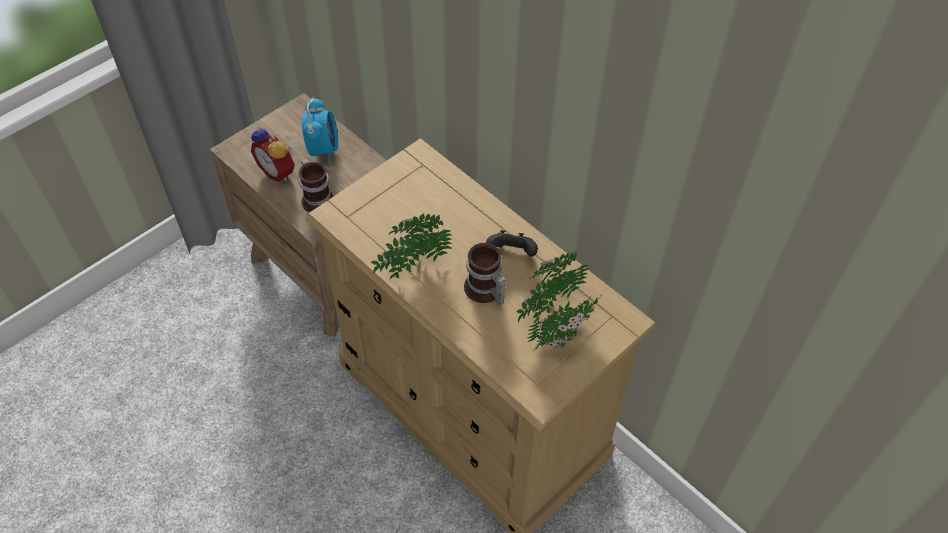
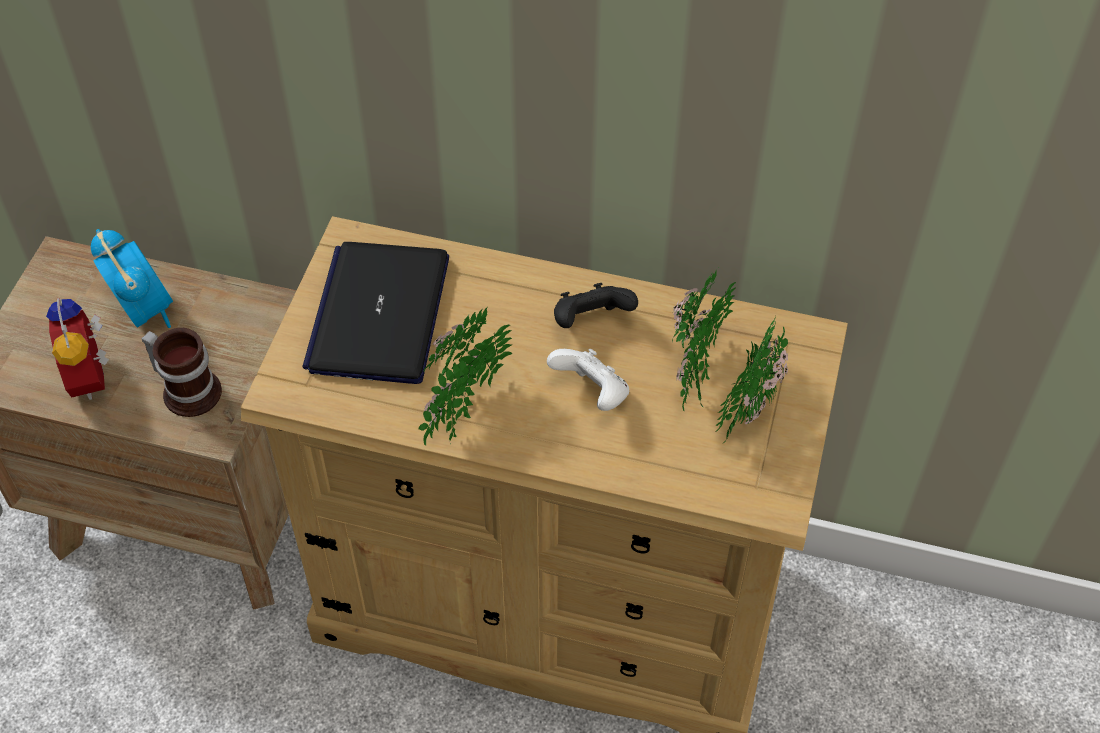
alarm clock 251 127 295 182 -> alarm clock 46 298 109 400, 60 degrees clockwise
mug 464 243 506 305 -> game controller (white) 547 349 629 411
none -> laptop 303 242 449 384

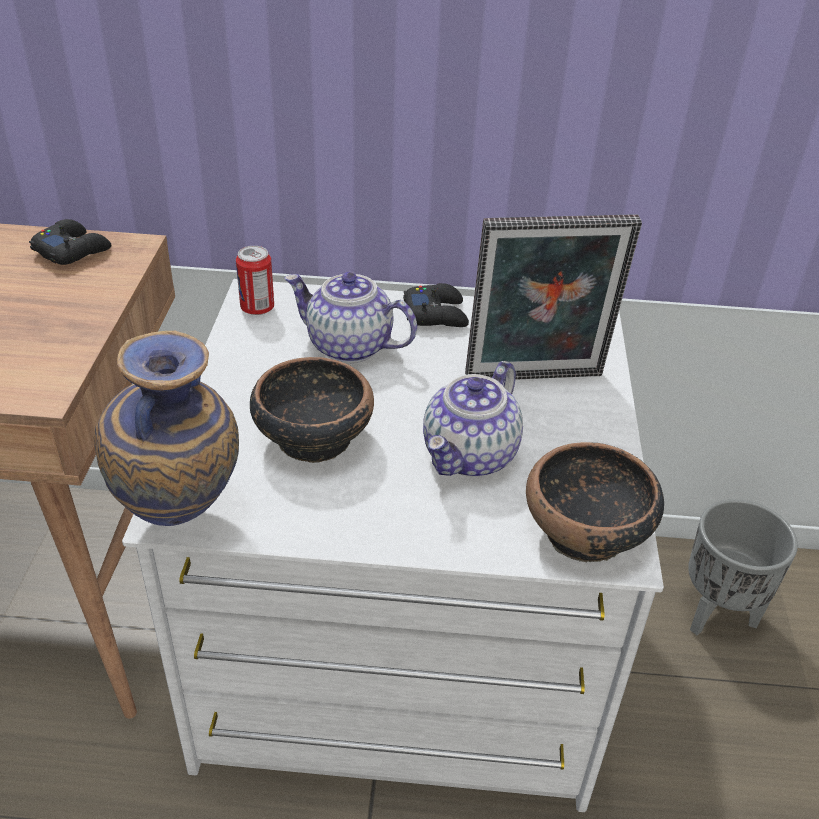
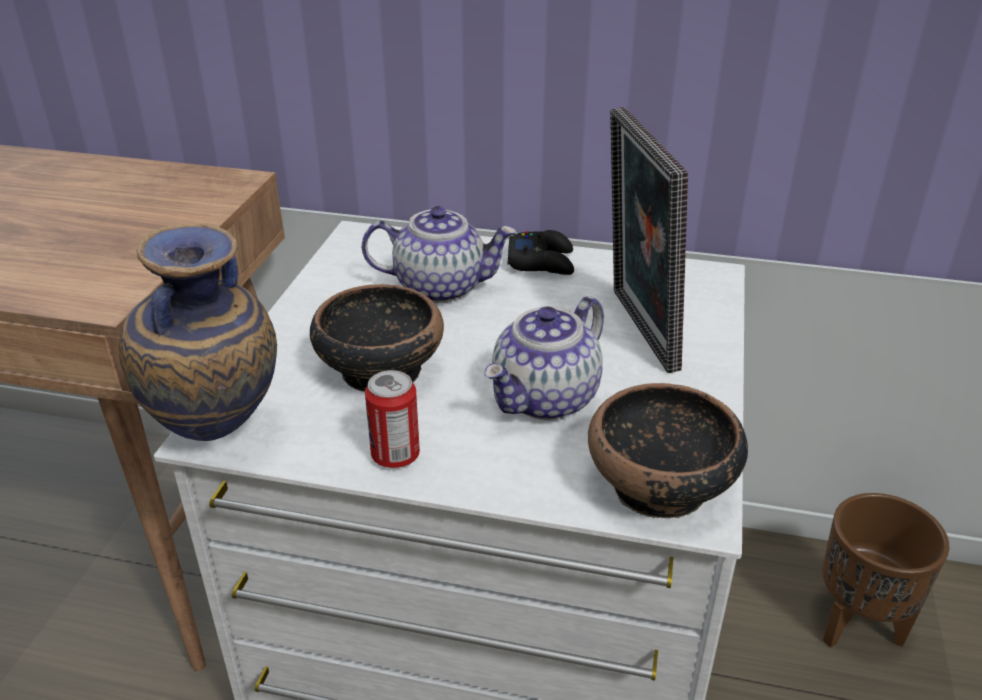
game controller (black) 29 219 111 265 -> none
can 236 246 274 315 -> can 365 370 420 468, move
teapot 284 272 417 363 -> teapot 362 206 516 303, 150 degrees clockwise
picture frame 465 215 642 380 -> picture frame 610 107 688 373, 75 degrees clockwise
planter (grey) 688 499 798 635 -> planter (brown) 822 493 949 648

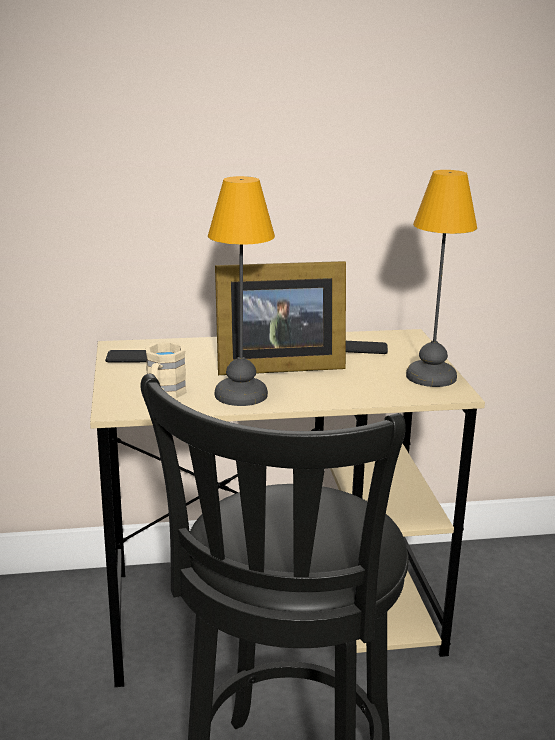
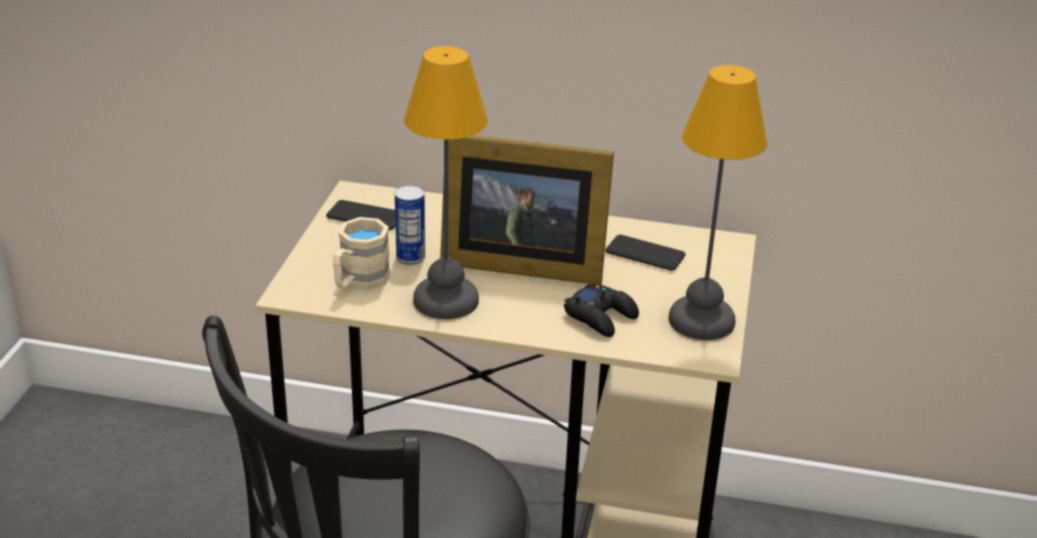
none -> can 395 185 425 265
none -> game controller (black) 564 284 639 337

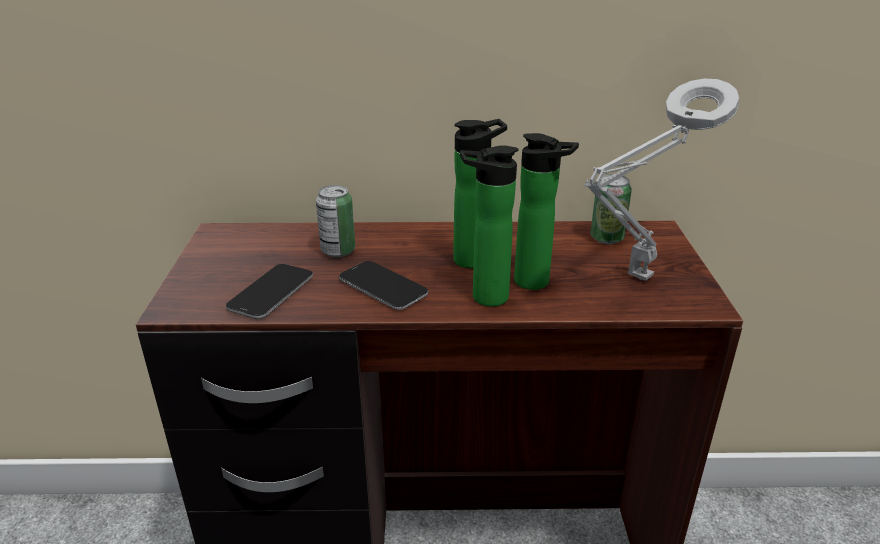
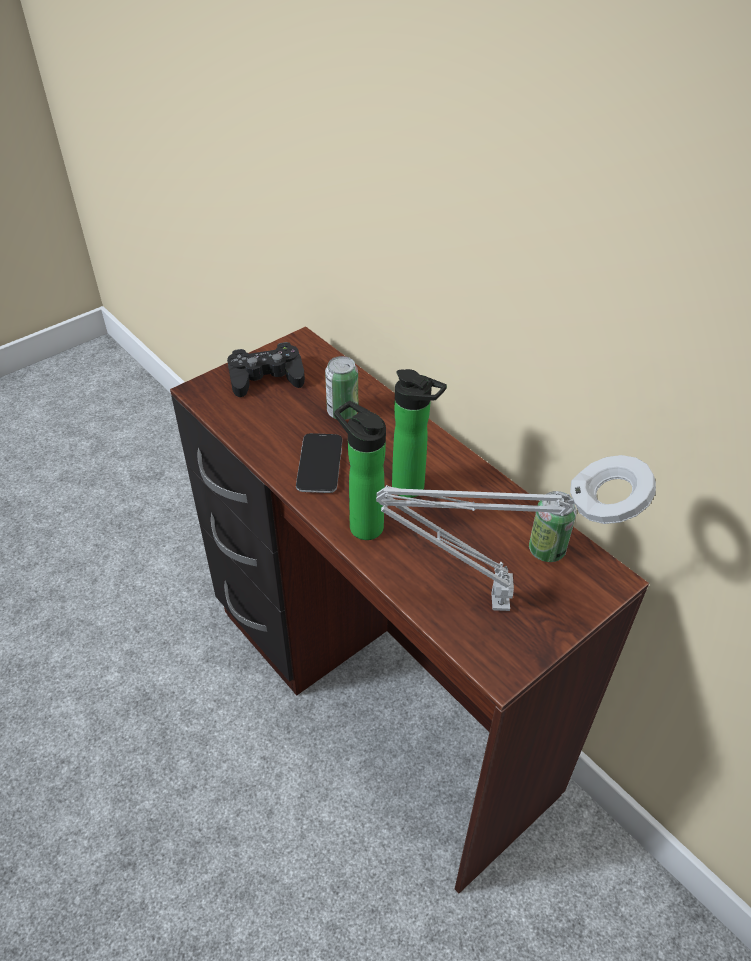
phone 226 264 313 319 -> none
bottle 514 133 579 290 -> none
none -> game controller (black) 227 342 305 397

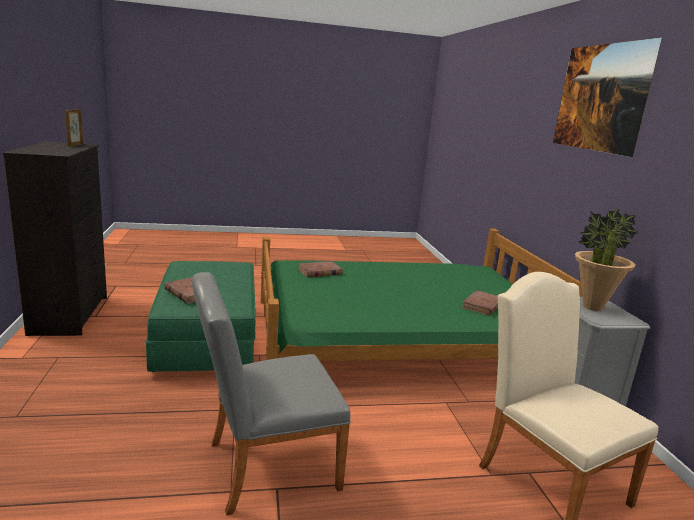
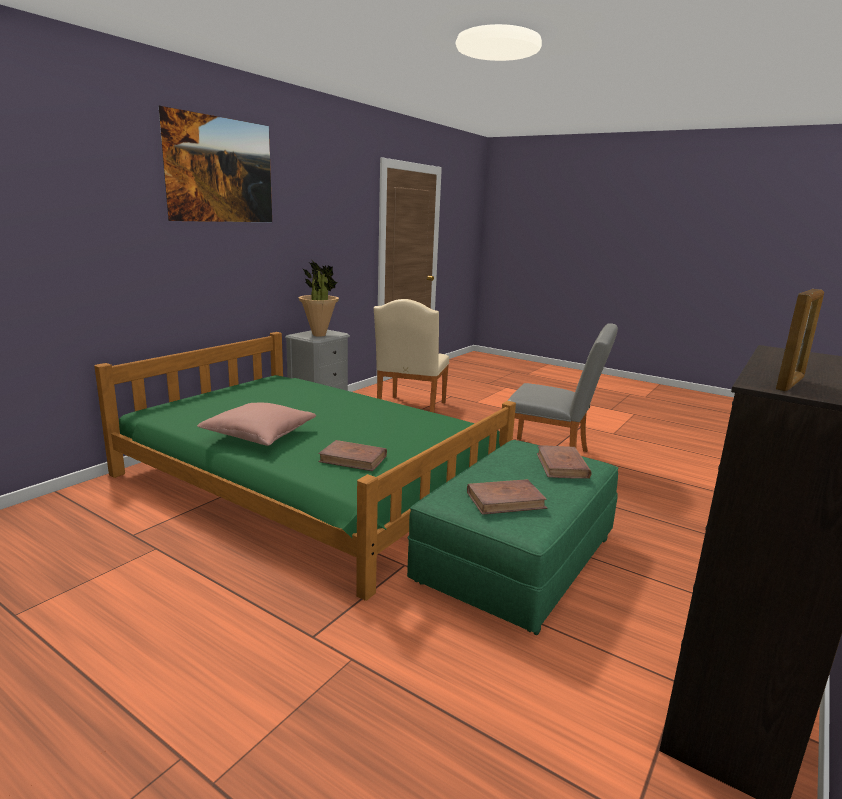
book (brown) 461 290 498 316 -> book (brown) 467 479 547 515, move
none -> pillow (pink) 197 402 316 446

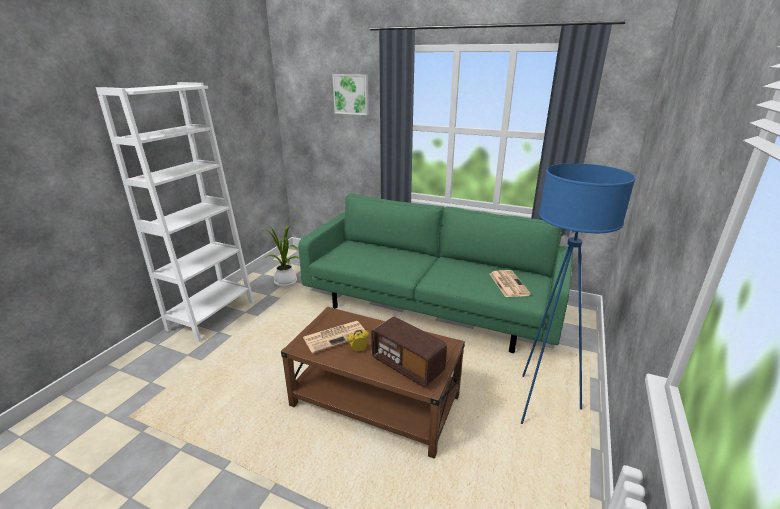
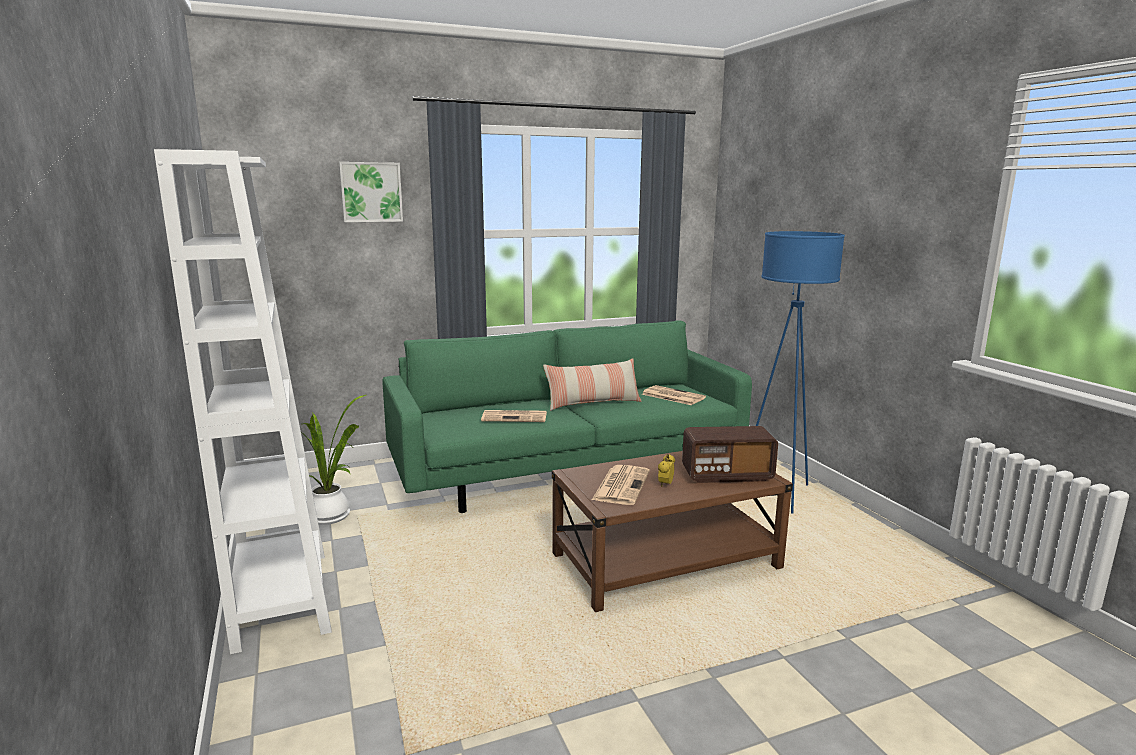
none -> newspaper 481 410 547 422
none -> pillow 543 358 642 411

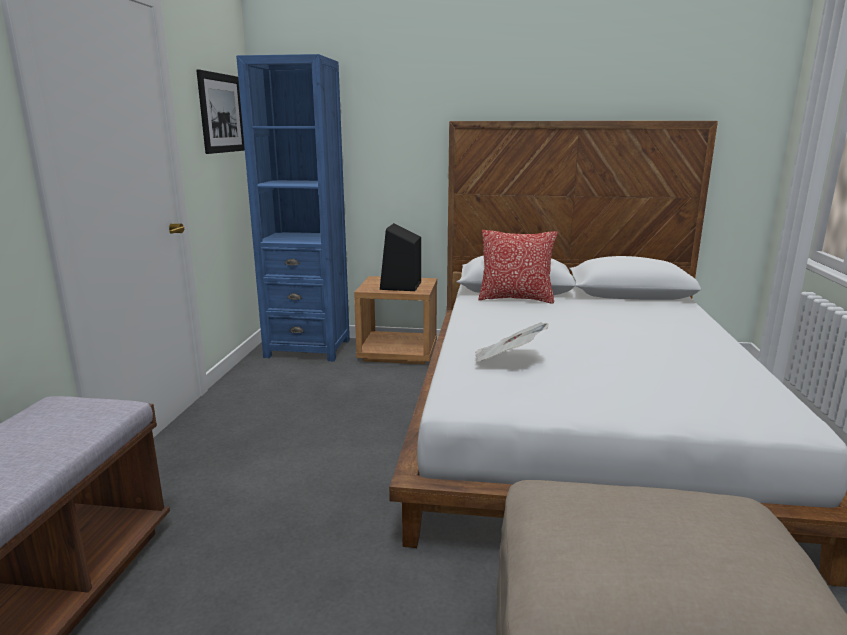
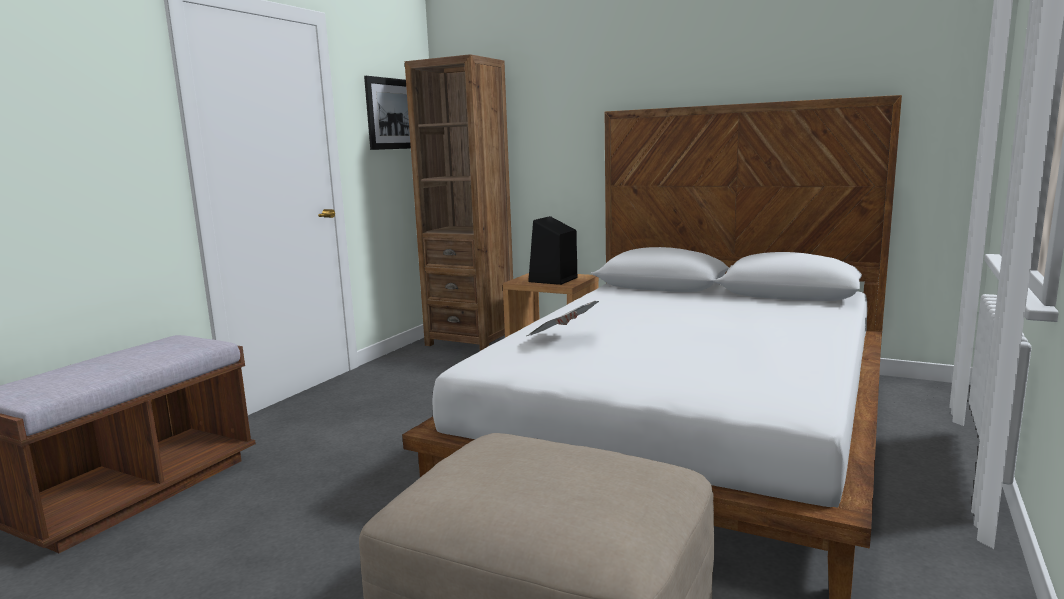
bookcase (blue) 236 54 350 361 -> bookcase (brown) 405 54 513 351
pillow 478 230 557 304 -> none

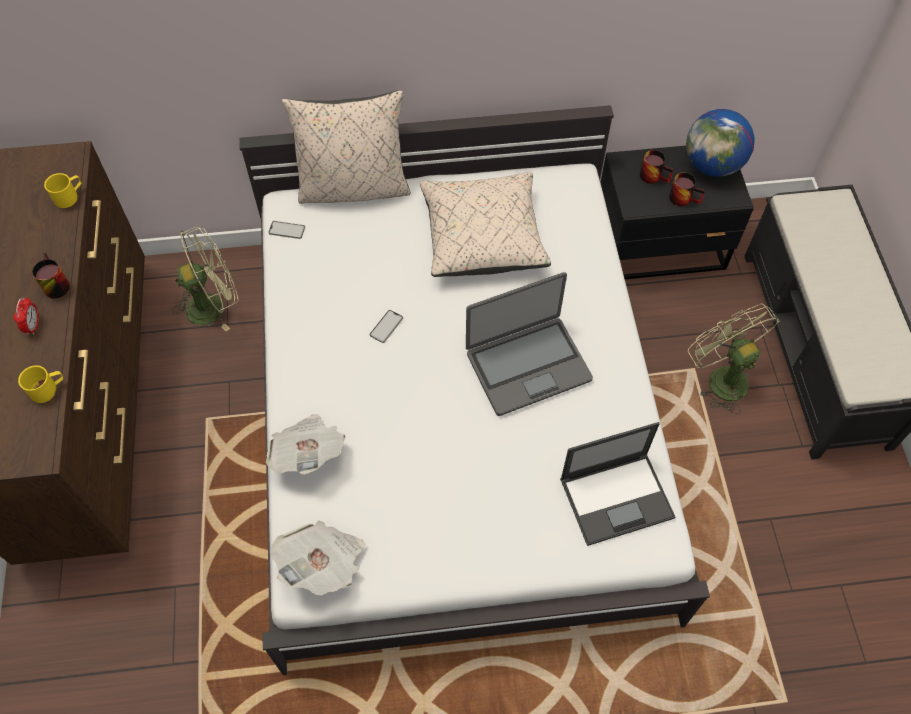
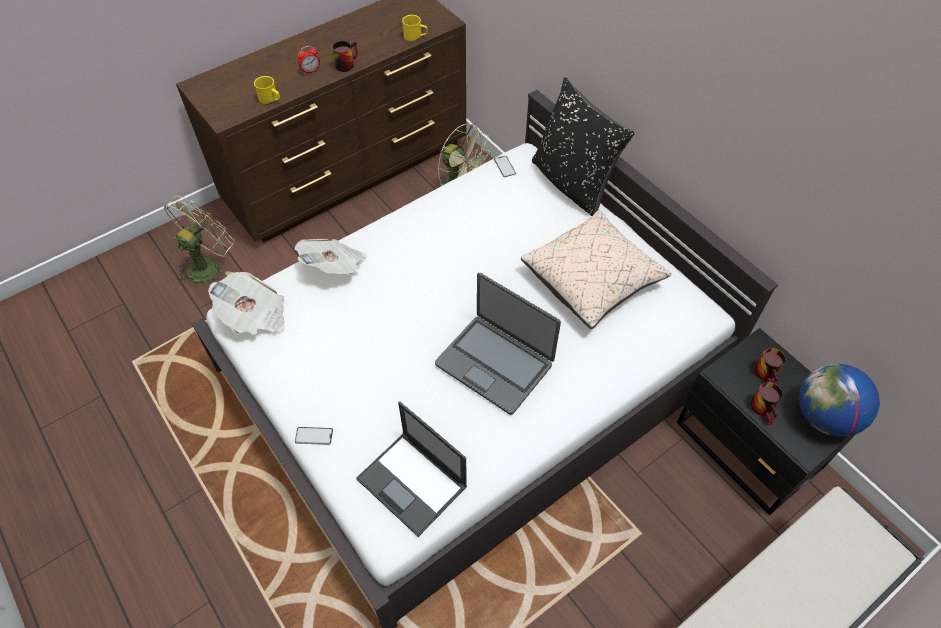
pillow (beige) 282 90 410 204 -> pillow (black) 532 77 634 216
phone 369 310 403 343 -> phone 295 427 333 445, move
fan (green) 688 304 779 414 -> fan (green) 164 196 234 285, move

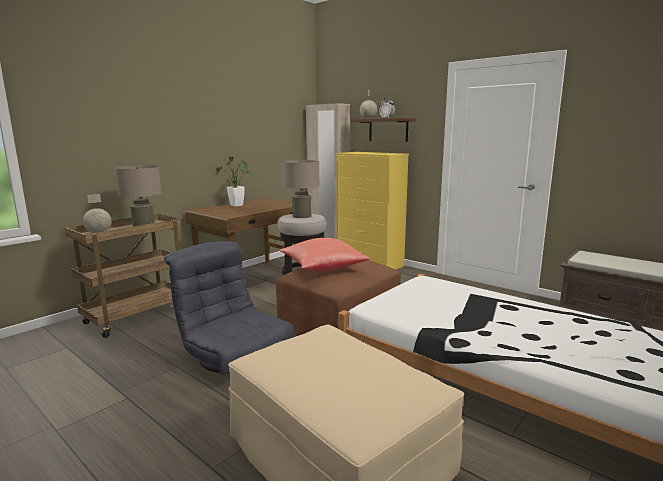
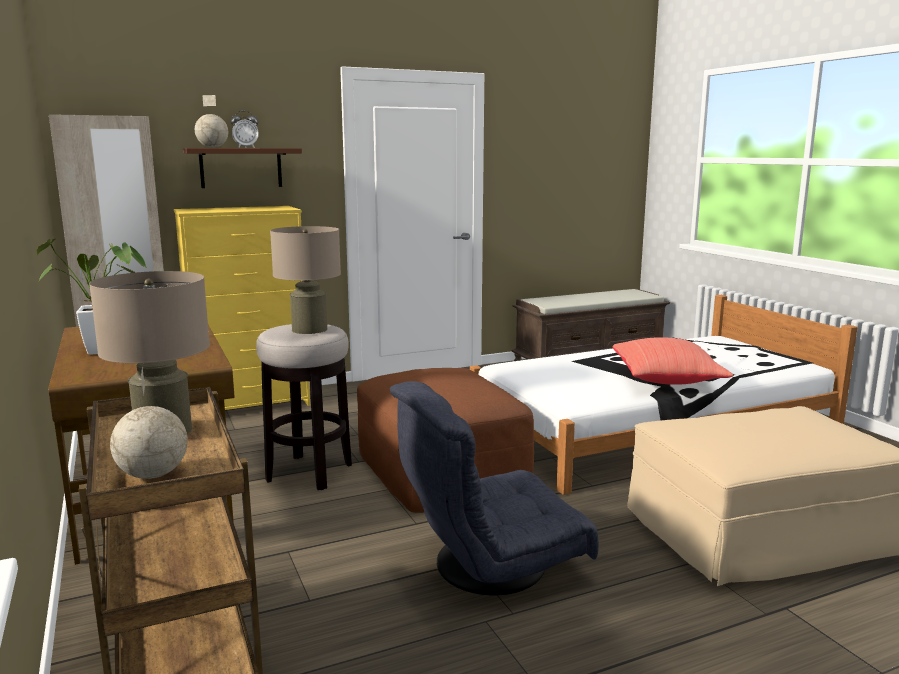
pillow (red) 280 238 370 271 -> pillow (red) 613 337 733 385, move

